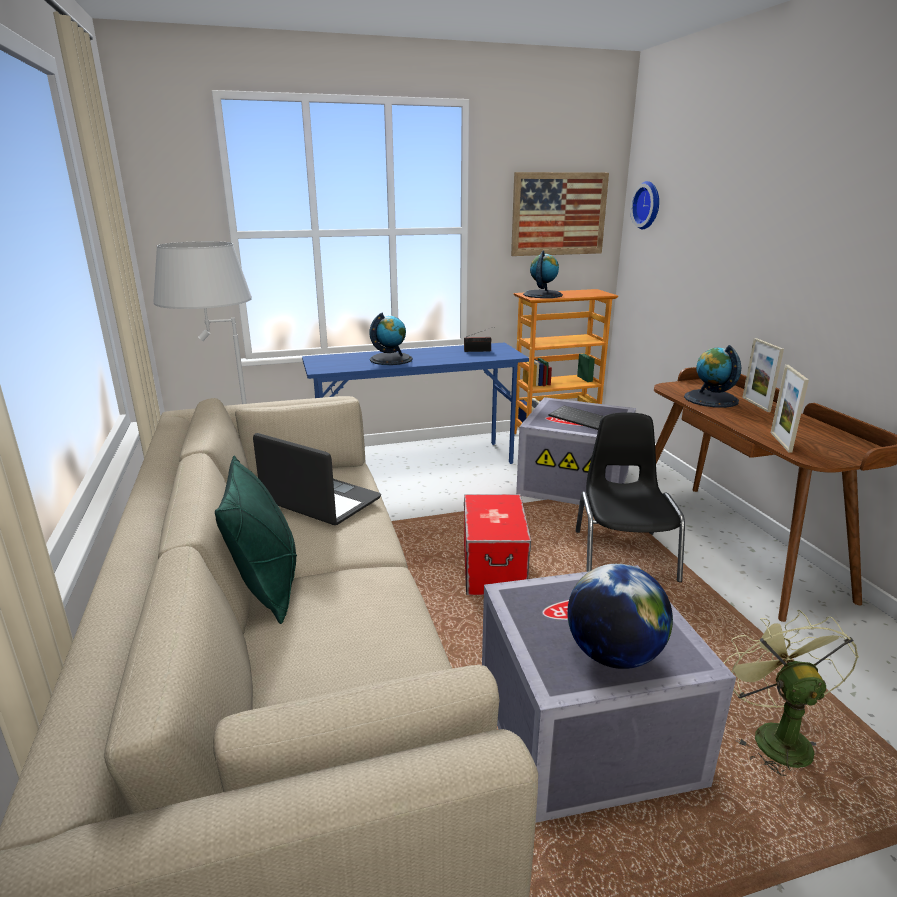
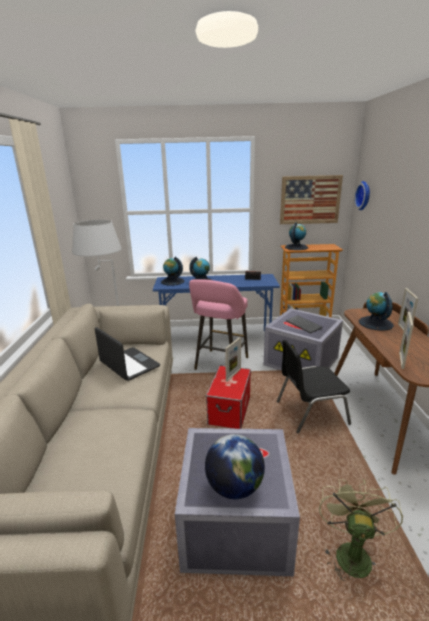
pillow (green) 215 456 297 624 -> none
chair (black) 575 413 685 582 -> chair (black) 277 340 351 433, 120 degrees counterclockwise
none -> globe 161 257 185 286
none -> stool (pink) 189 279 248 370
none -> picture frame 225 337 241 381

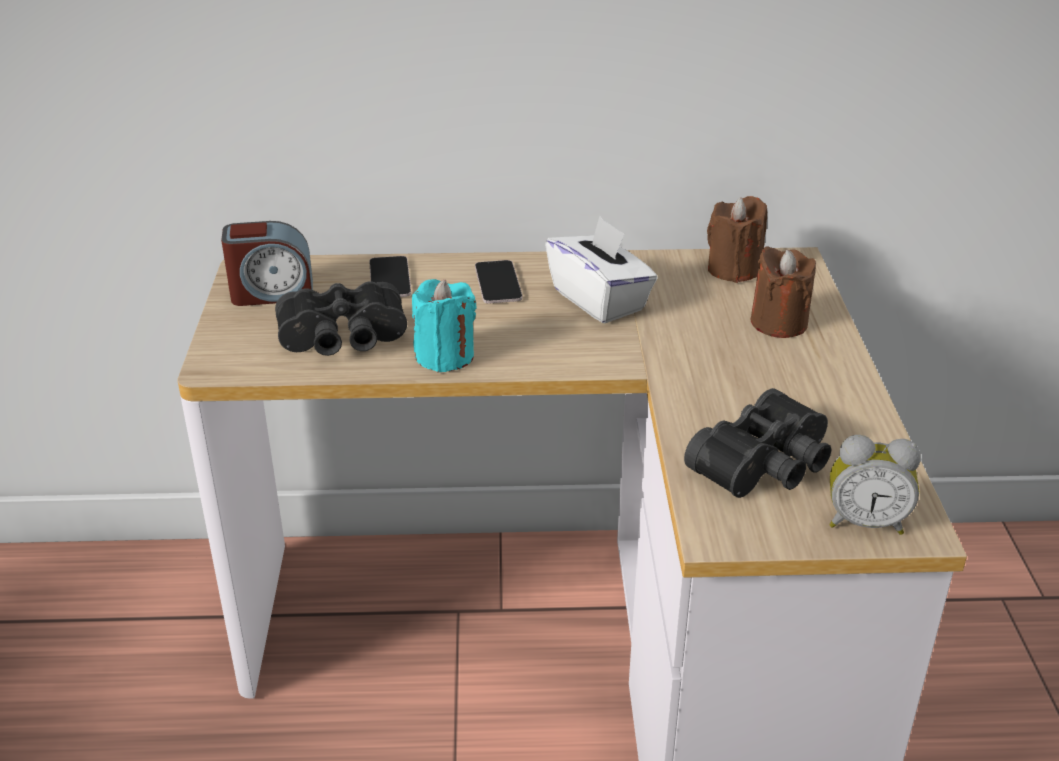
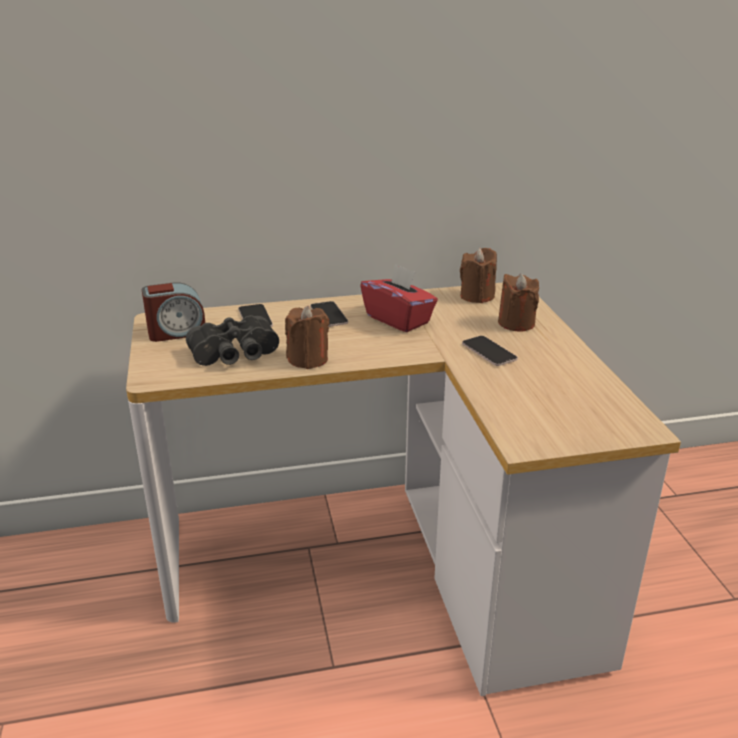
candle (turquoise) 412 279 477 373 -> candle (brown) 285 305 329 369
tissue box (white) 545 216 658 324 -> tissue box (red) 360 264 438 332
binoculars (black) 684 388 831 498 -> none
alarm clock 829 435 921 535 -> none
none -> phone 462 336 518 366

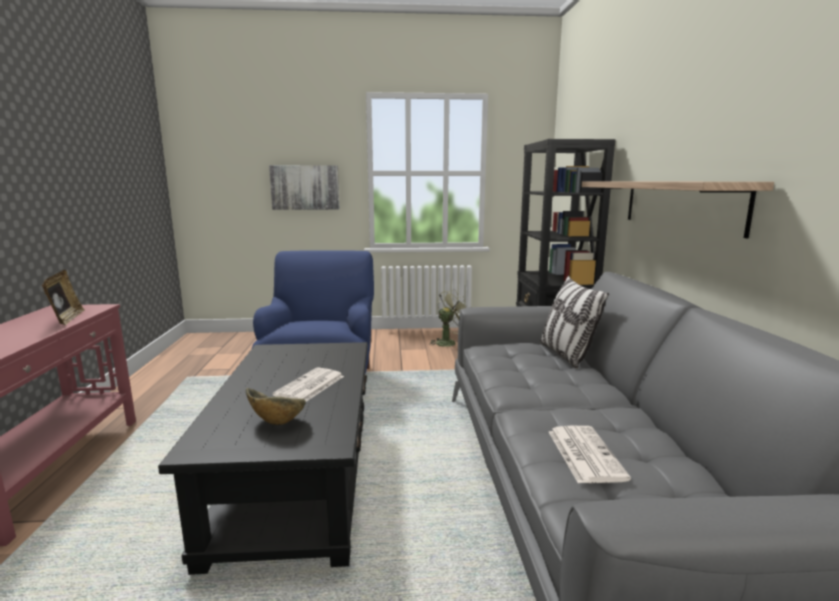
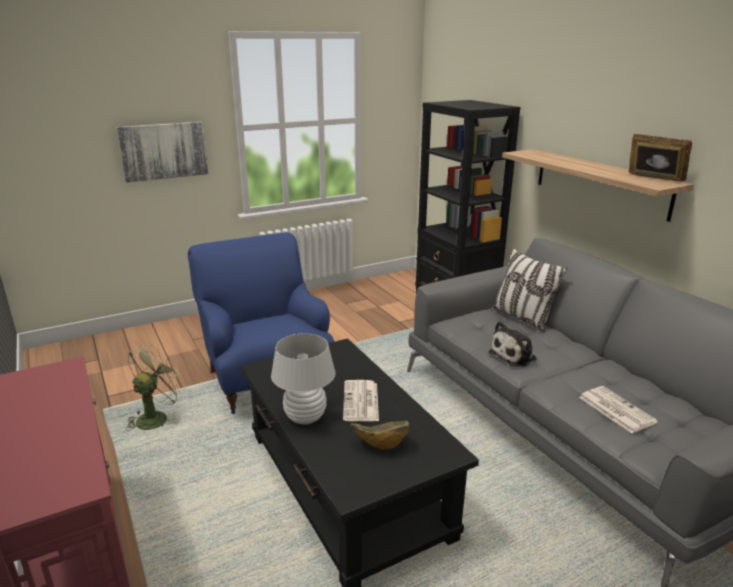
picture frame 42 270 85 325 -> picture frame 629 134 692 181, move
fan (green) 429 290 466 347 -> fan (green) 126 345 186 431, move
none -> table lamp (white) 271 333 336 425
none -> plush toy 488 321 537 367

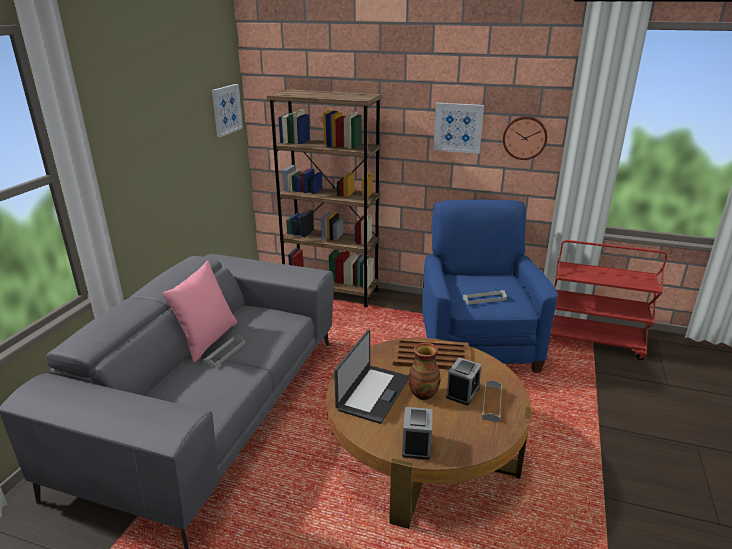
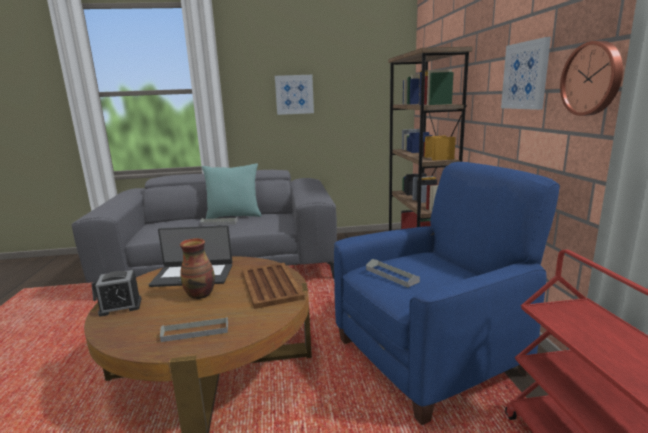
pillow (pink) 163 261 237 363 -> pillow (turquoise) 202 164 262 219
picture 212 84 243 137 -> picture 275 75 314 115, move
alarm clock 446 358 482 405 -> none

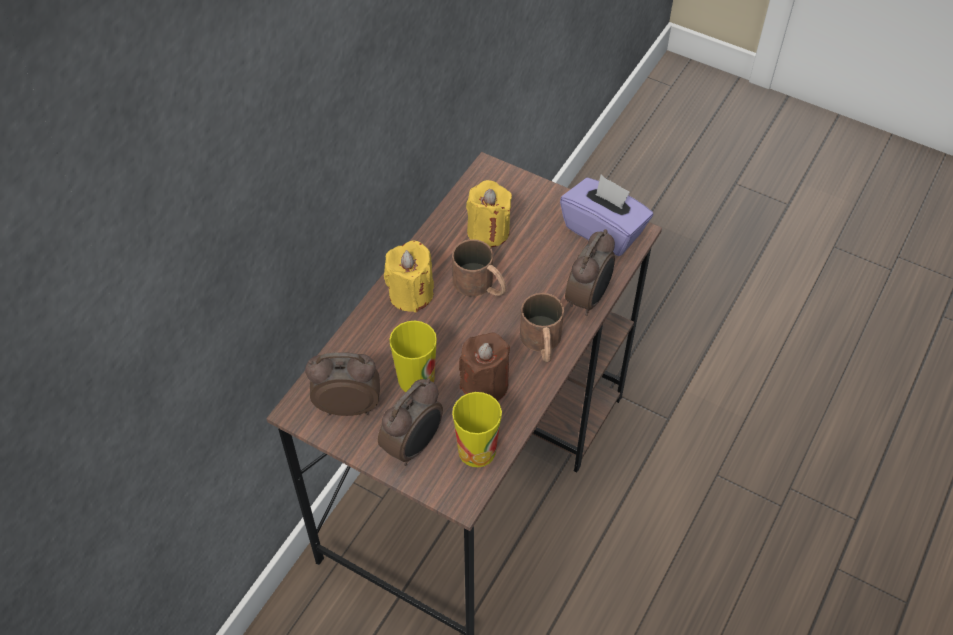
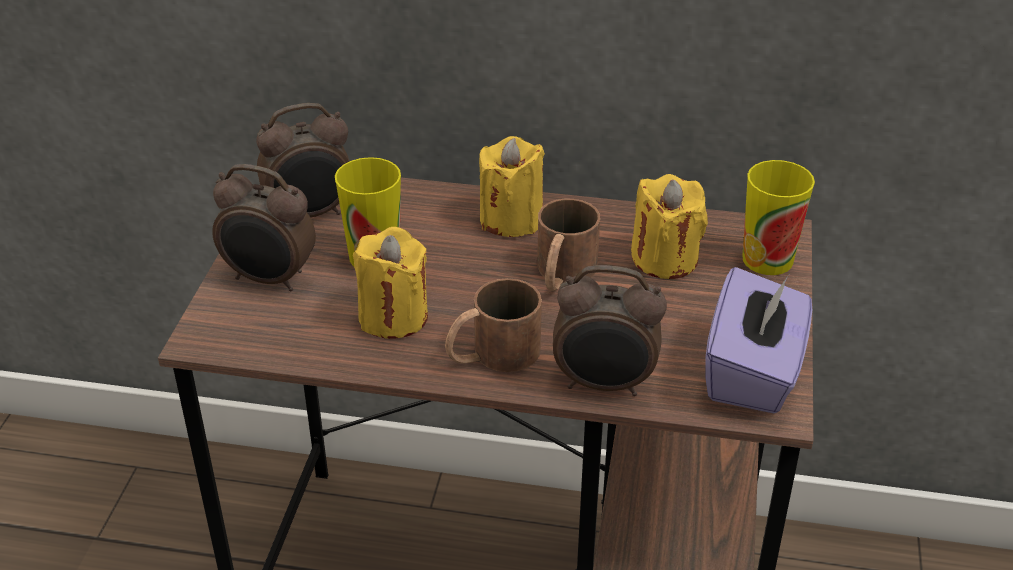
alarm clock 305 352 380 416 -> alarm clock 256 103 349 218, 90 degrees clockwise
cup 452 392 502 467 -> cup 742 160 815 275, move
candle (brown) 459 333 510 401 -> candle (yellow) 353 227 428 339

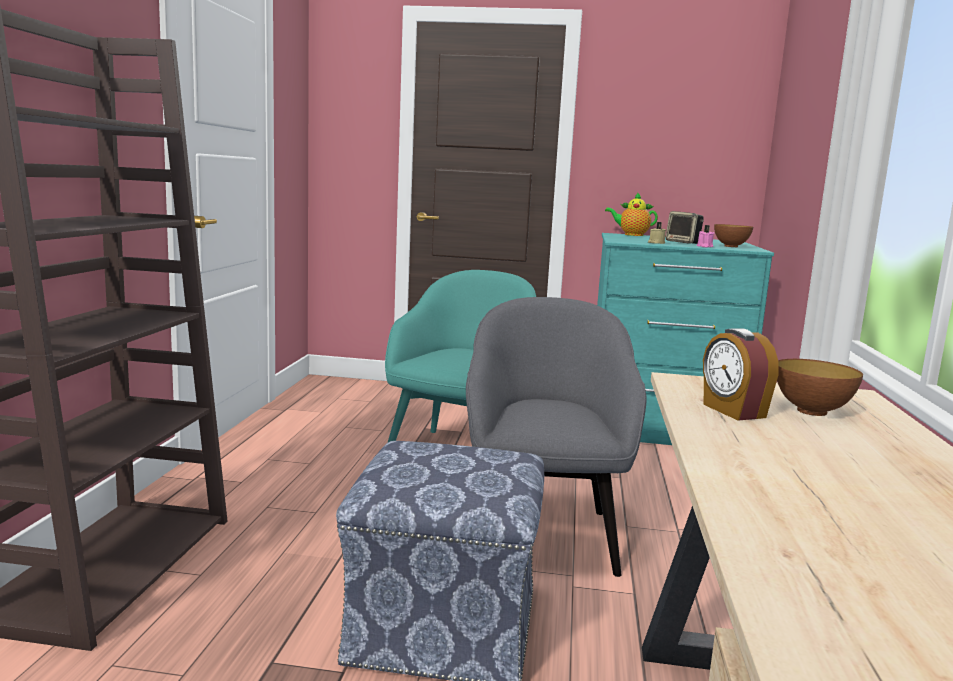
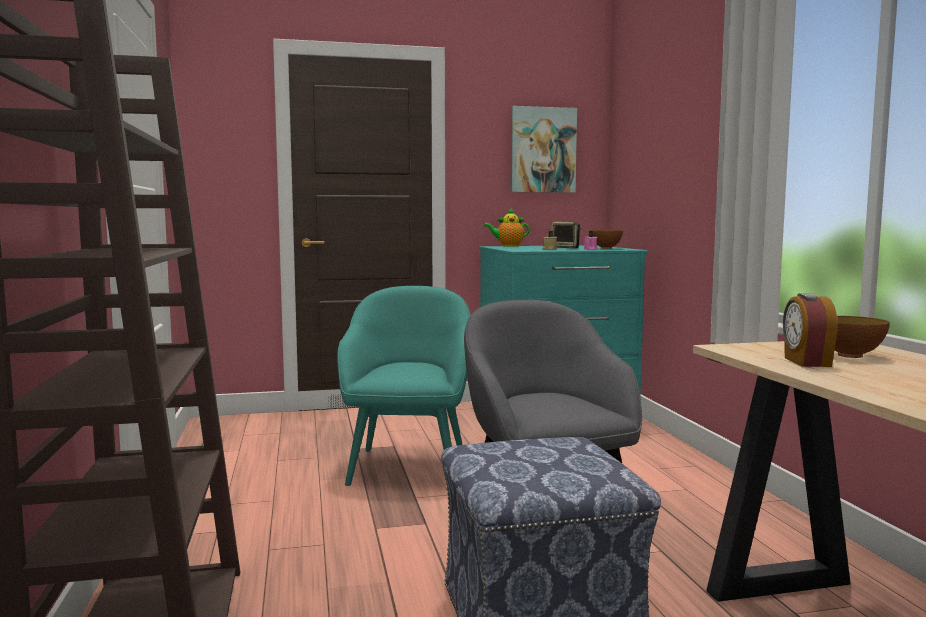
alarm clock 703 328 779 421 -> alarm clock 783 293 838 367, 45 degrees clockwise
none -> picture 510 106 577 193

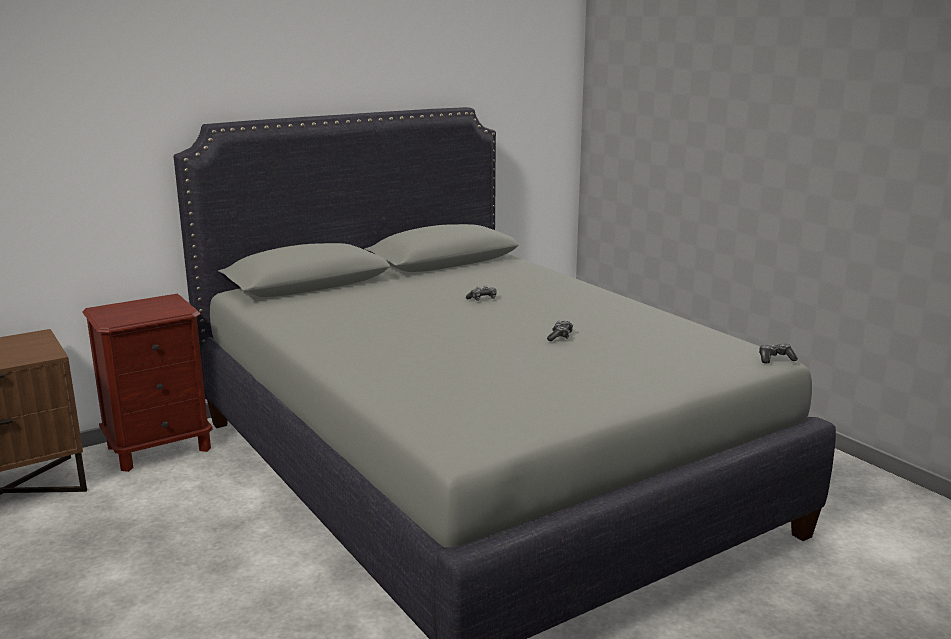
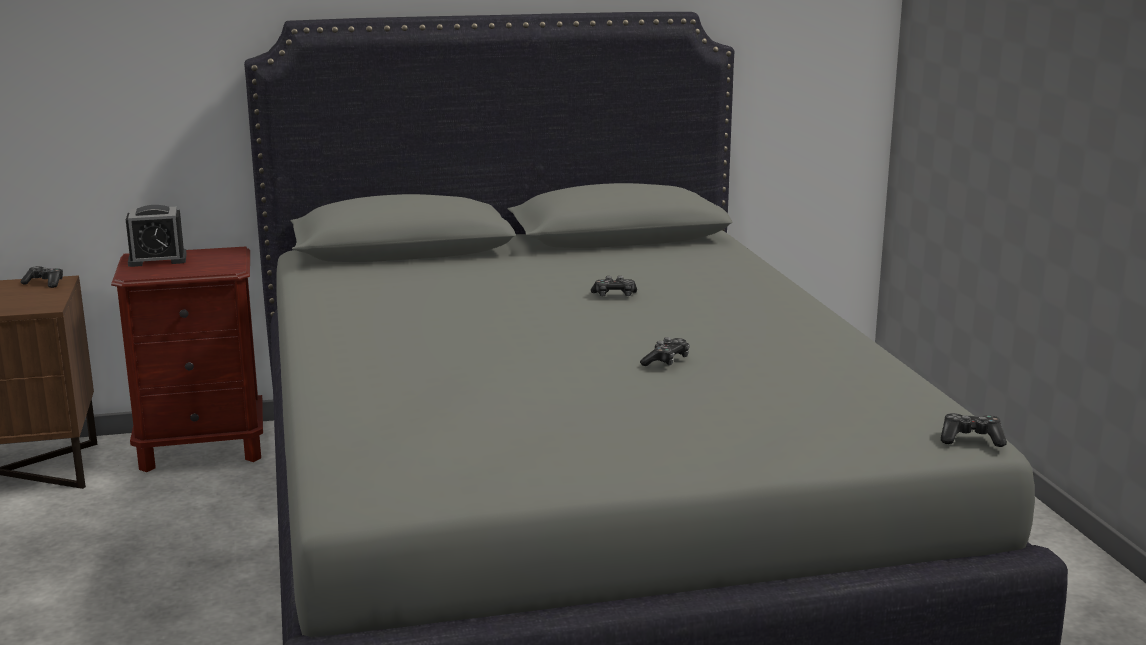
none -> game controller 20 266 63 288
none -> alarm clock 126 205 187 267

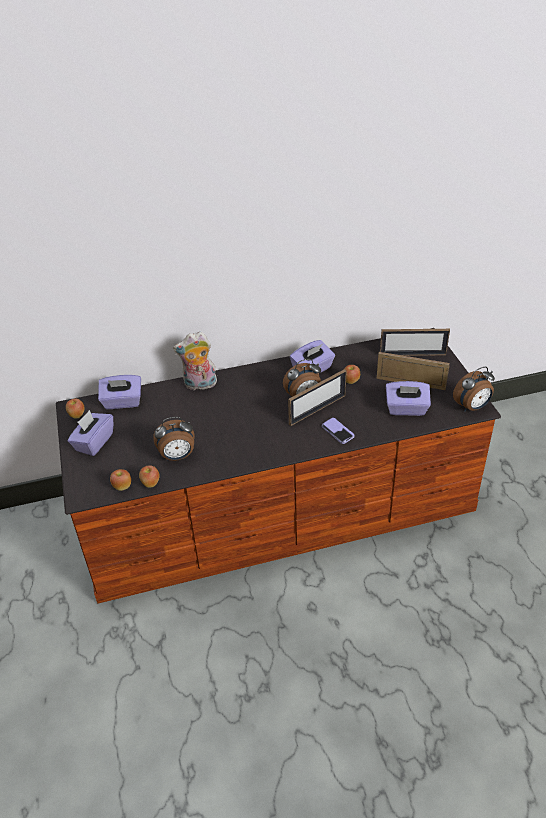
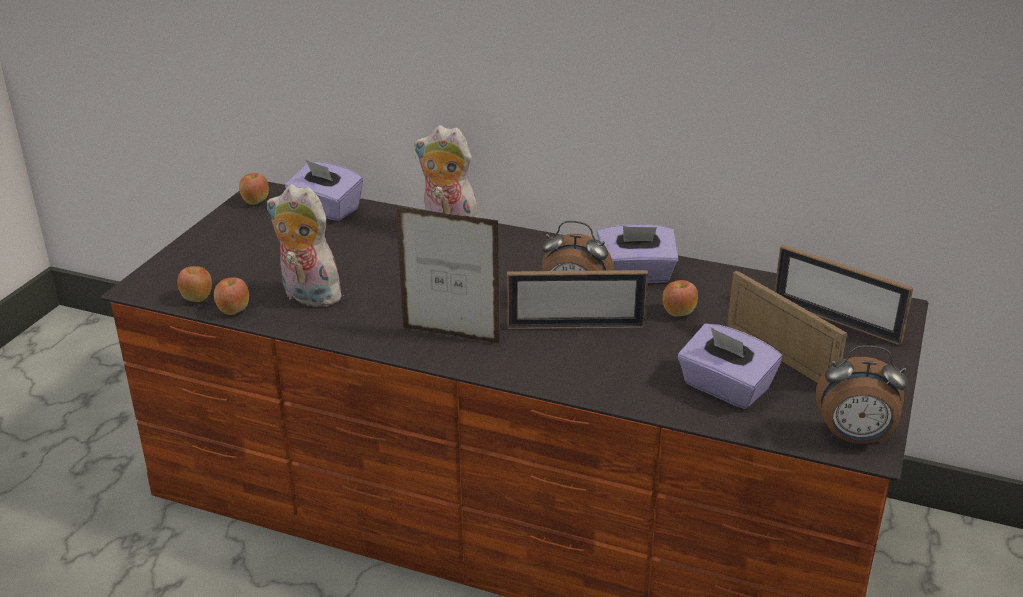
tissue box (purple) 68 410 113 456 -> none
alarm clock 153 417 195 461 -> plush toy 267 184 349 307
phone 322 418 355 444 -> none
none -> picture frame 396 206 500 344

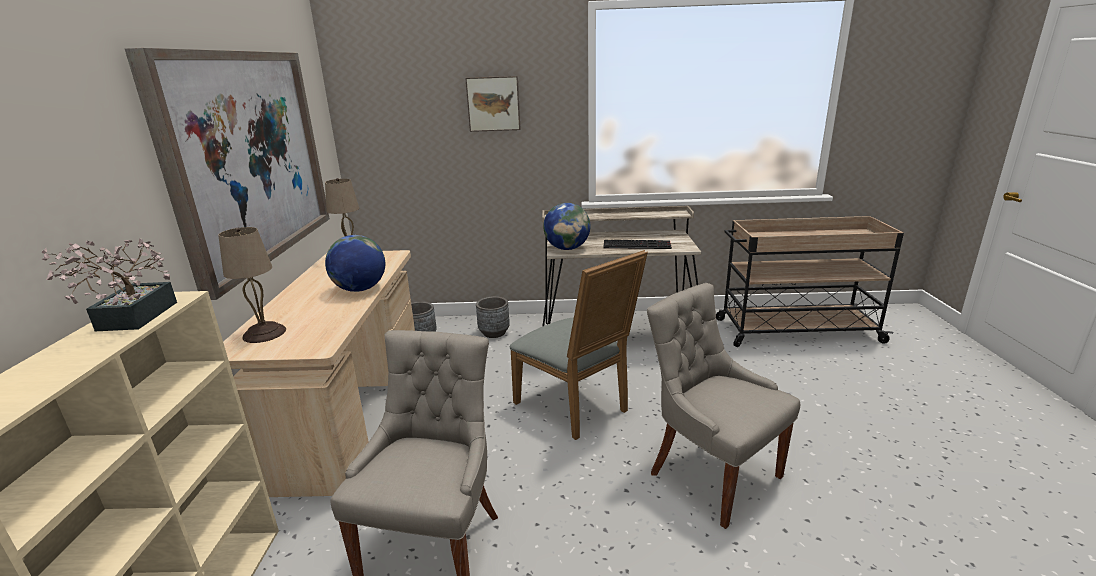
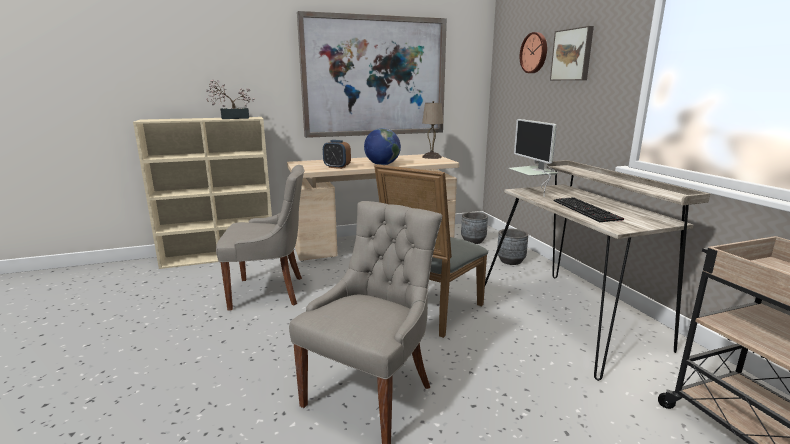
table lamp (beige) 218 227 286 343 -> none
globe 543 203 590 250 -> monitor 509 119 558 194
none -> alarm clock 323 140 351 169
none -> wall clock 520 32 547 73

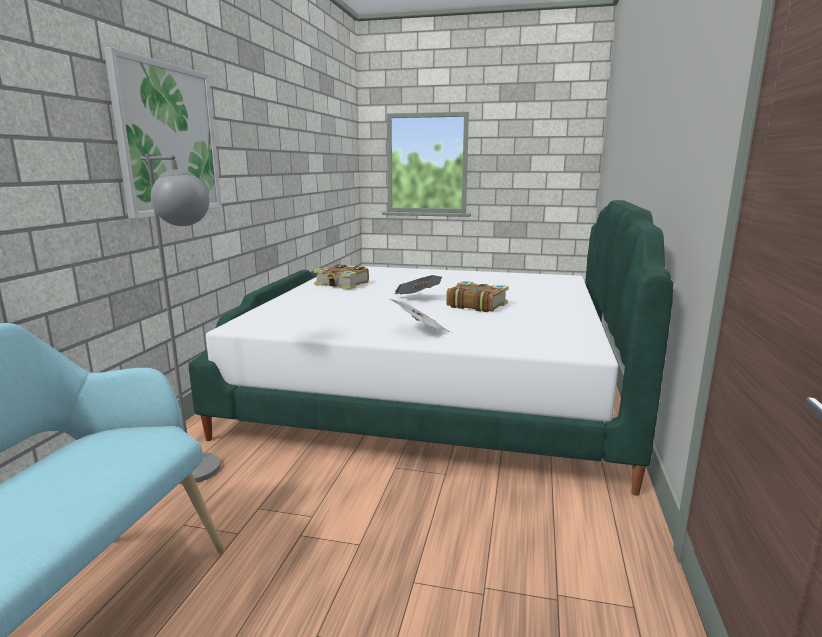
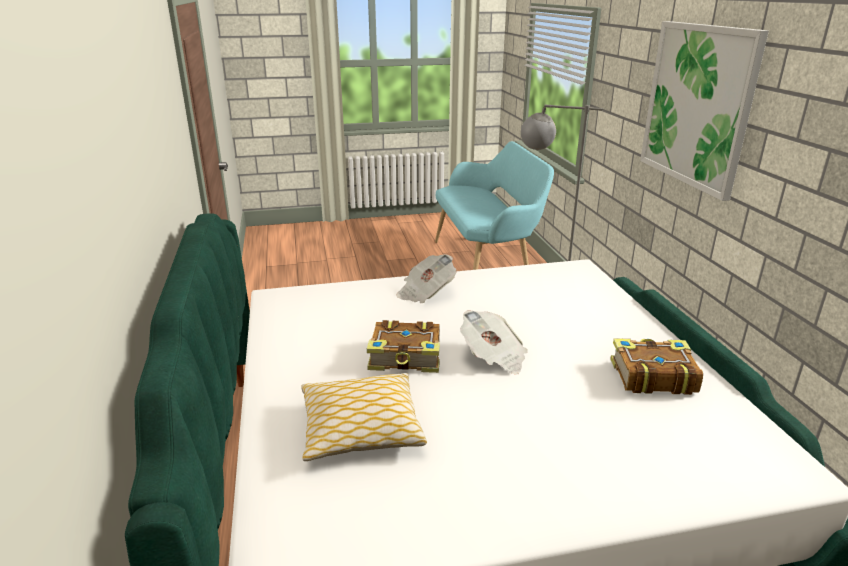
none -> pillow 301 373 427 461

